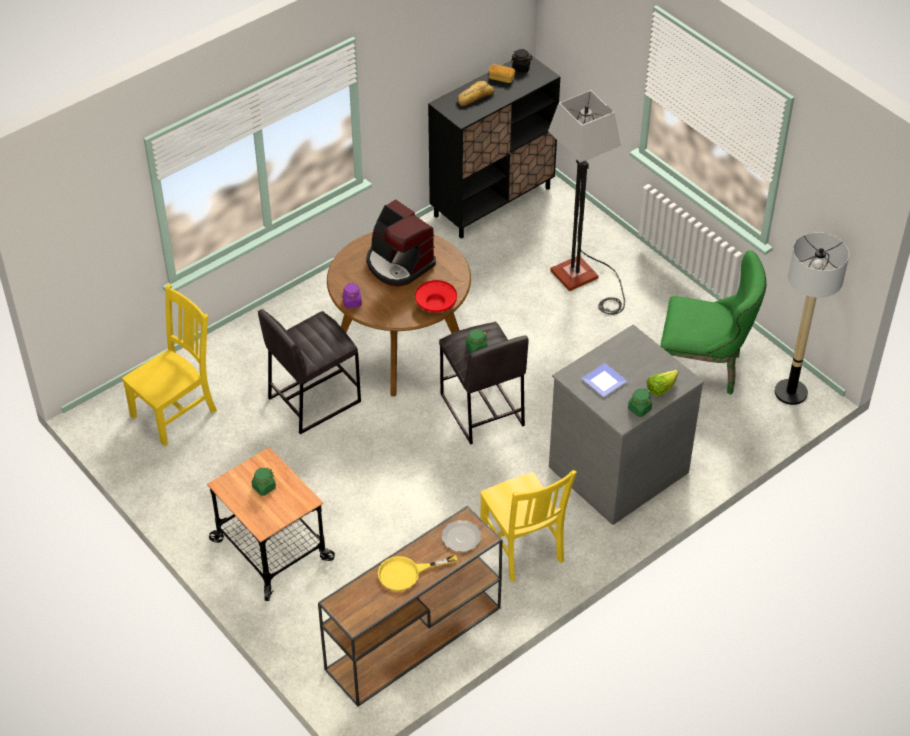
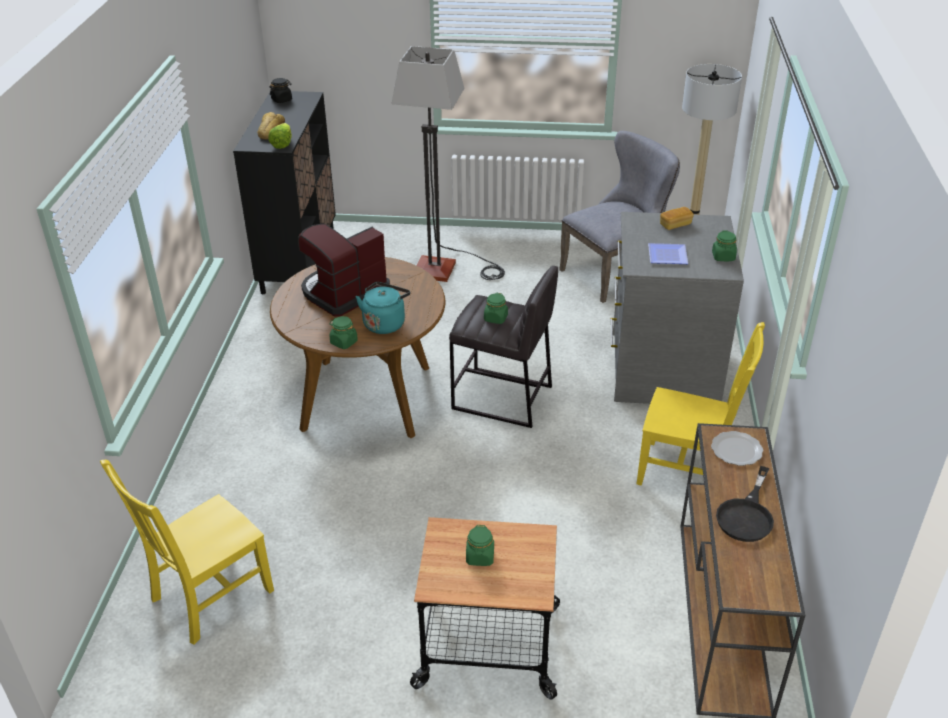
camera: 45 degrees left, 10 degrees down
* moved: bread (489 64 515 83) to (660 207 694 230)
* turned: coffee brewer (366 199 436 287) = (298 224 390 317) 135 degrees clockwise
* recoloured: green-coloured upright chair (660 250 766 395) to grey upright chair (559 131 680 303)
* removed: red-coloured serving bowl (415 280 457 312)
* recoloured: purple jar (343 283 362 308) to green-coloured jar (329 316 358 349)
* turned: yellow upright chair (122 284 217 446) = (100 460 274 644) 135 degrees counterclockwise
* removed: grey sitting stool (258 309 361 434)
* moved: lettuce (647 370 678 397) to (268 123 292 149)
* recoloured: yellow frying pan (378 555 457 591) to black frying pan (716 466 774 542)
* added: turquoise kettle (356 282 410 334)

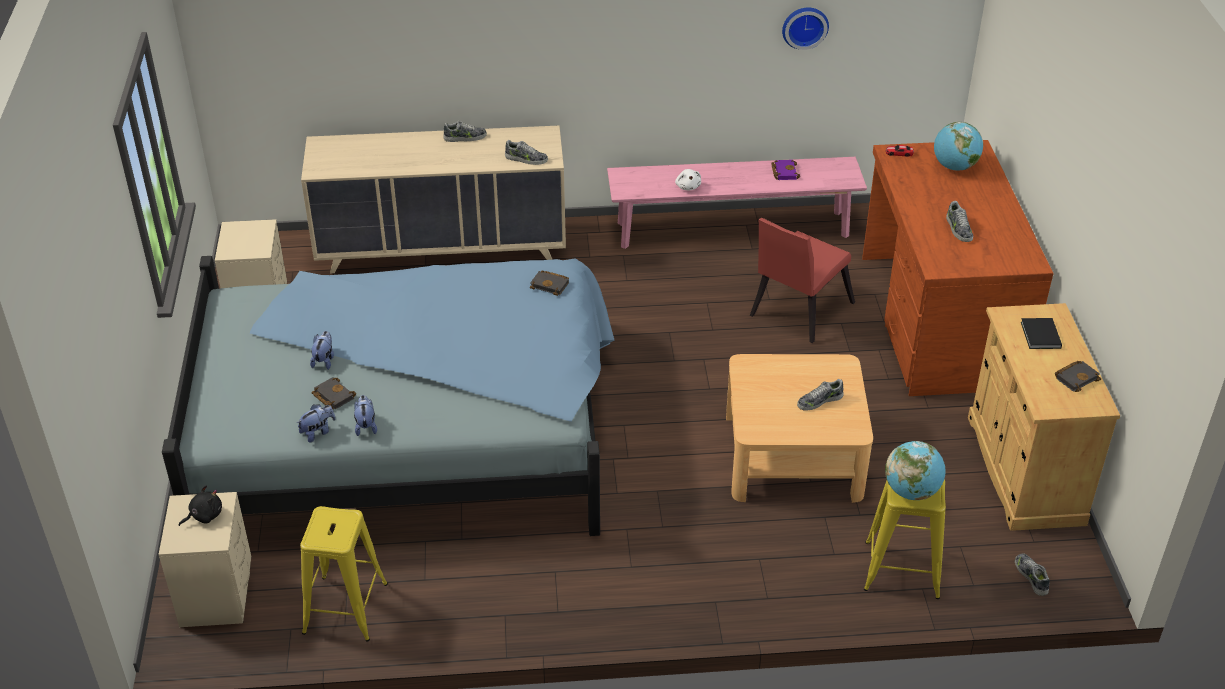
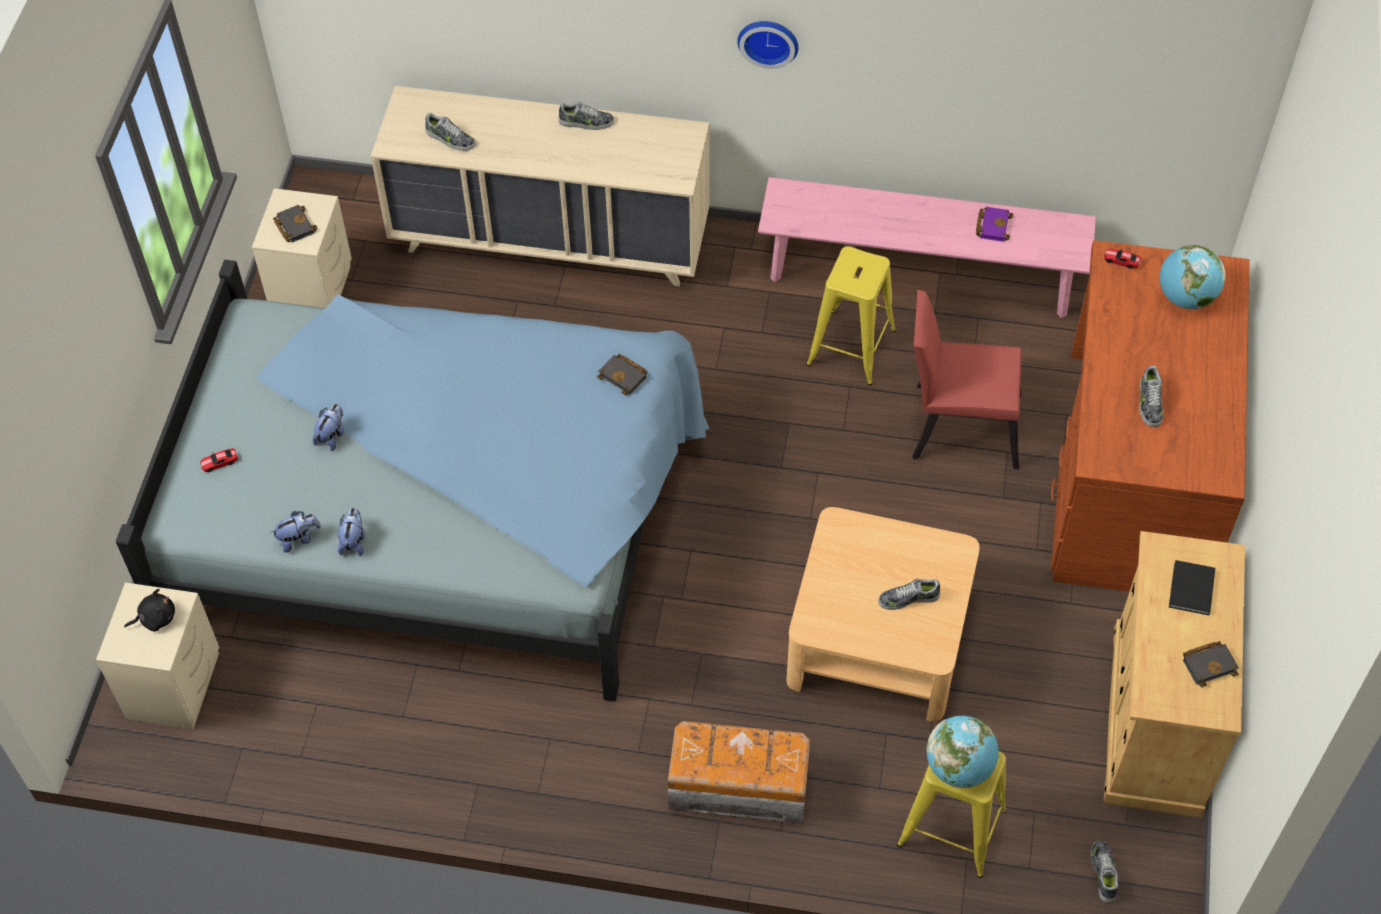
camera: 15 degrees right, 15 degrees up
* moved: wall clock (782 8 829 50) to (737 21 798 69)
* moved: low shoe (505 140 548 165) to (425 112 475 151)
* removed: white soft toy (675 169 701 190)
* turned: red-coloured upright chair (750 218 855 343) = (912 290 1022 469) 45 degrees clockwise
* moved: black bound book (312 377 356 409) to (273 205 318 243)
* moved: yellow sitting stool (300 506 388 642) to (806 246 896 386)
* added: miniature car (200 448 238 472)
* added: storage container (668 721 810 824)

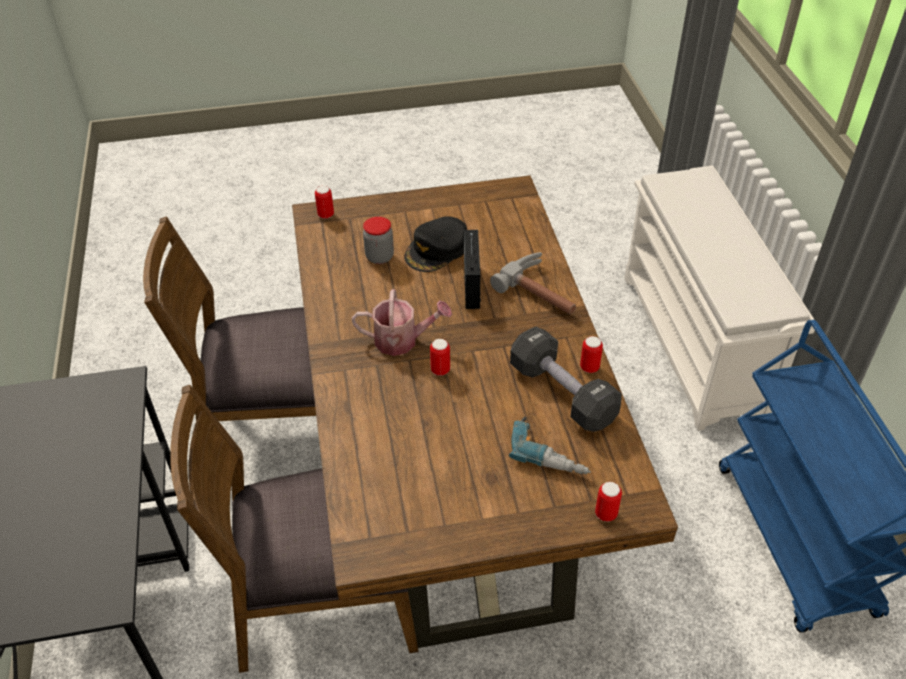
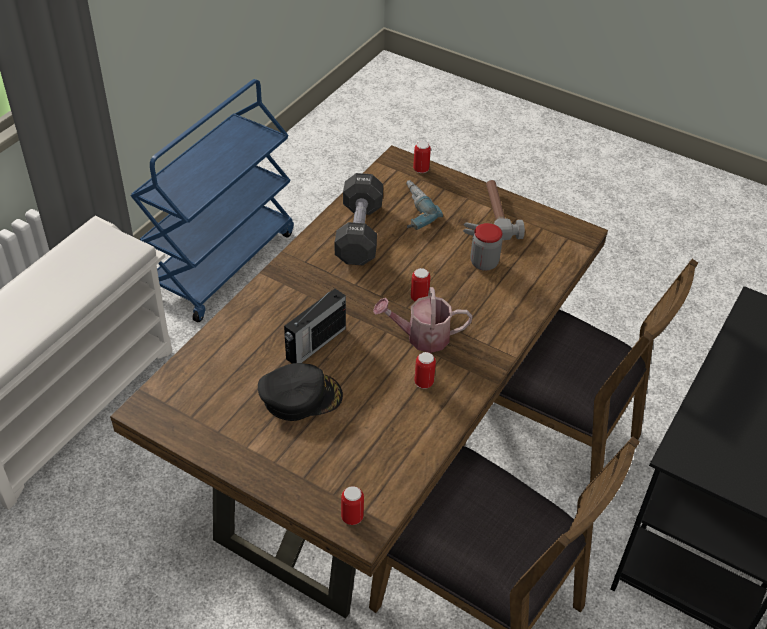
camera: 140 degrees left, 0 degrees up
* moved: jar (363 217 394 264) to (470 223 502 271)
* moved: hand hammer (490 252 576 315) to (463 180 525 240)
* turned: watering can (352 289 452 356) = (373 287 472 353) 45 degrees counterclockwise
* moved: sealed can (580 336 603 373) to (414 352 436 389)

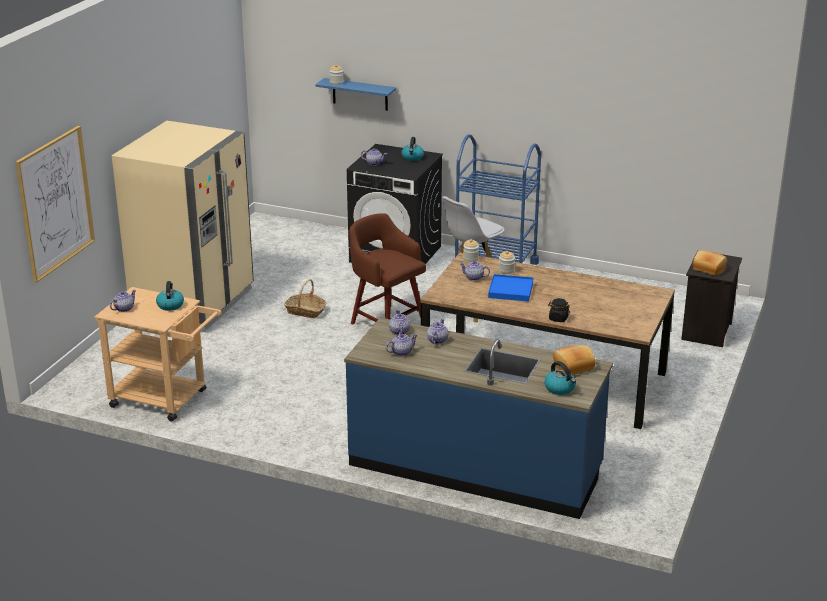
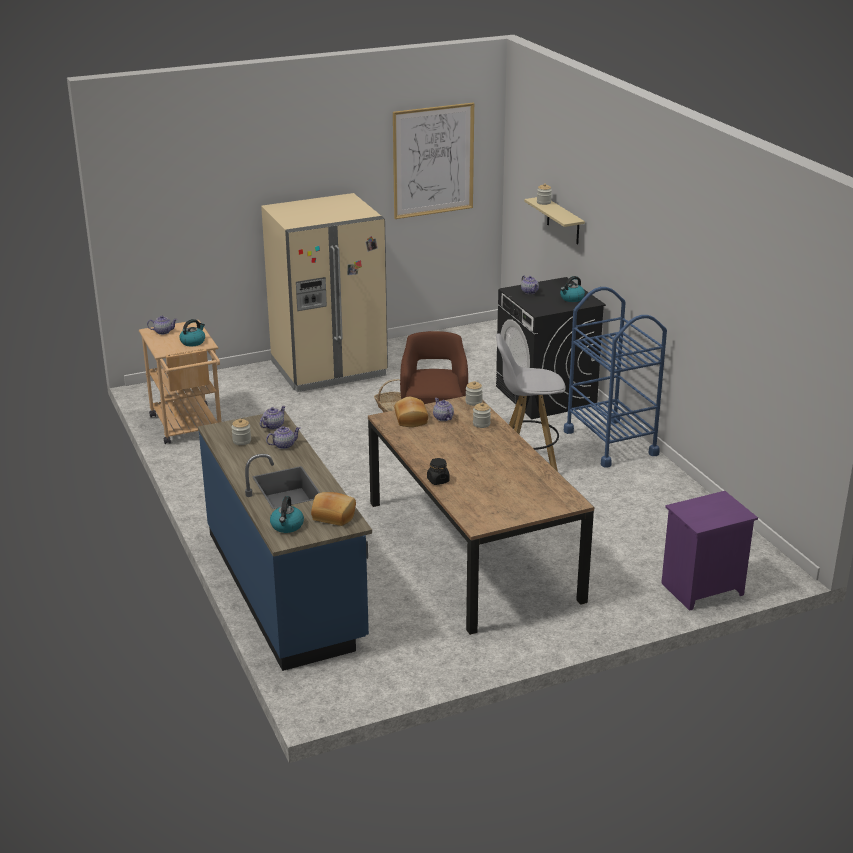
camera: 45 degrees right, 0 degrees up
* recoloured: blue-coloured bracket shelf (315 78 396 111) to sand-coloured bracket shelf (524 197 585 244)
* moved: wall art (16 126 95 283) to (393 103 474 219)
* moved: bread (693 250 727 276) to (394 397 428 427)
* recoloured: black nightstand (681 251 742 347) to purple nightstand (661 491 758 611)
* removed: blue-coloured serving tray (488 274 533 302)
* replaced: teapot (386 334 418 356) to jar (231 419 251 445)

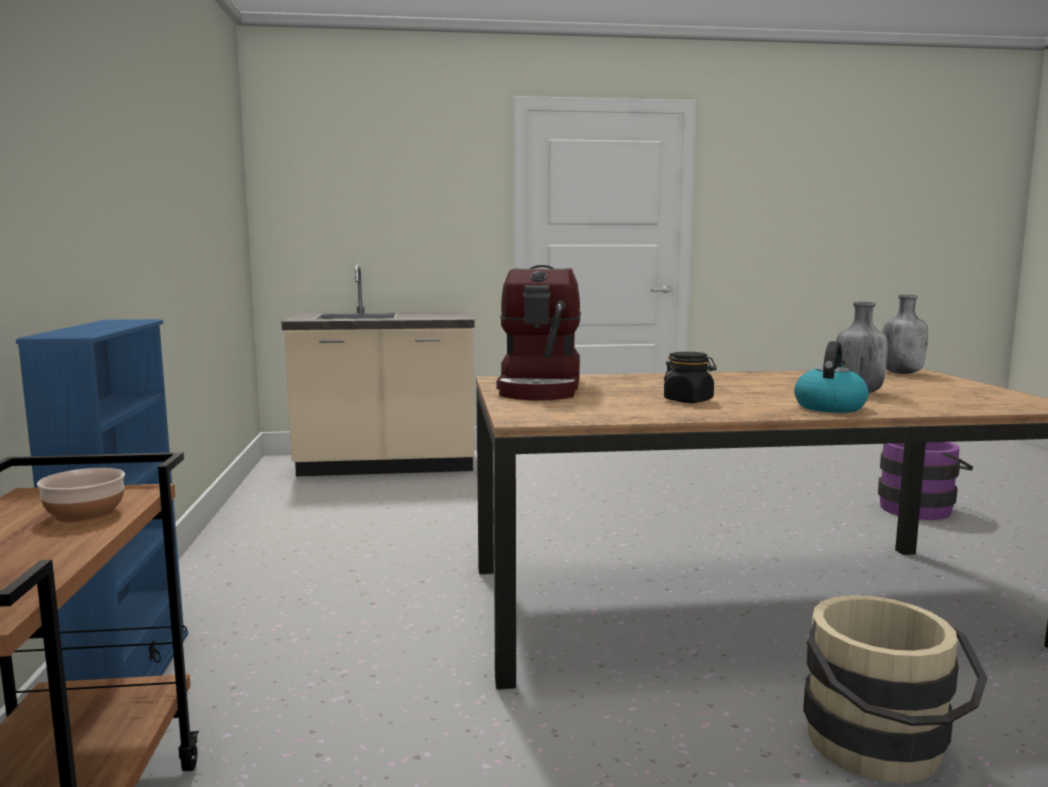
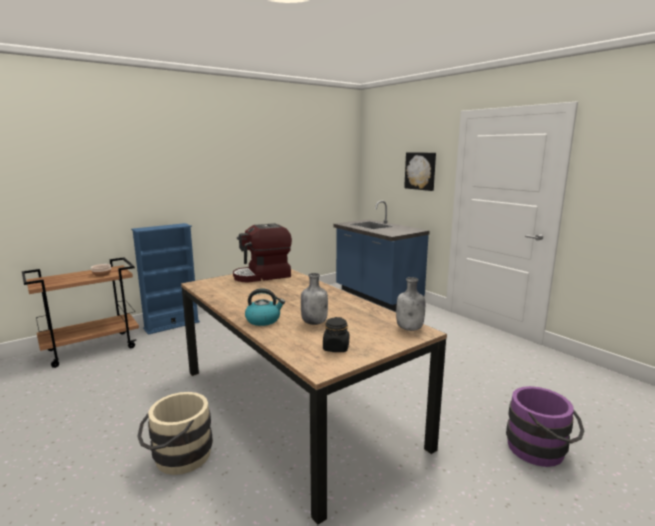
camera: 60 degrees right, 5 degrees up
* recoloured: sand-coloured kitchen counter (282 265 474 476) to blue-coloured kitchen counter (334 201 429 312)
* moved: black jar (664 352 717 403) to (323 317 349 352)
* added: wall art (404 152 436 191)

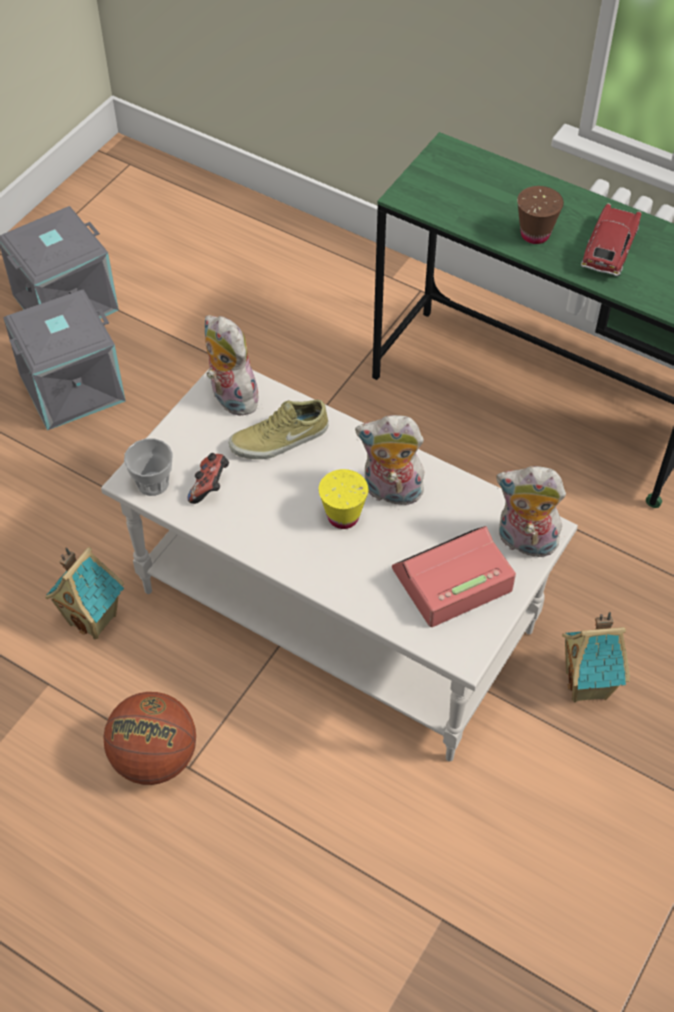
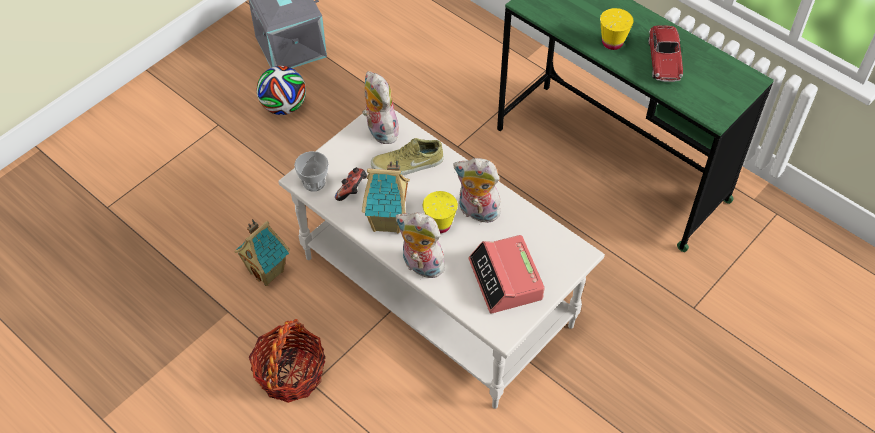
camera: 10 degrees right, 0 degrees up
* recoloured: brownish small cup (517 186 564 244) to yellow small cup (600 8 634 50)
* turned: miniature car (581 203 641 276) = (648 25 683 82) 150 degrees clockwise
* replaced: grey storage container (3 289 126 430) to football ball (257 66 306 115)
* moved: soft toy (496 466 566 557) to (396 213 447 278)
* turned: alarm clock (392 526 516 627) = (468 235 545 313) 90 degrees counterclockwise
* moved: model house (562 612 630 703) to (362 160 410 234)
* replaced: basketball (103 692 196 785) to basket (249 319 325 403)

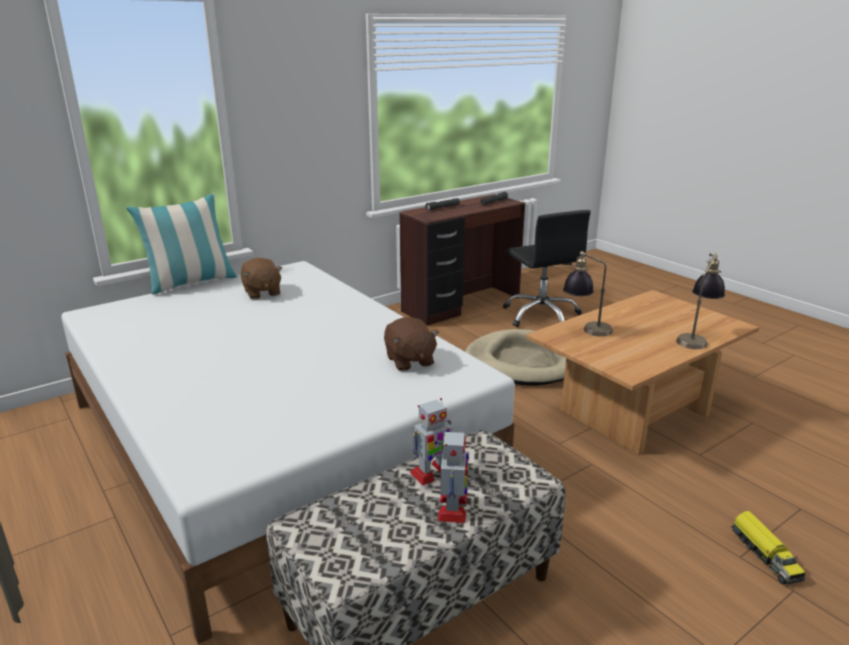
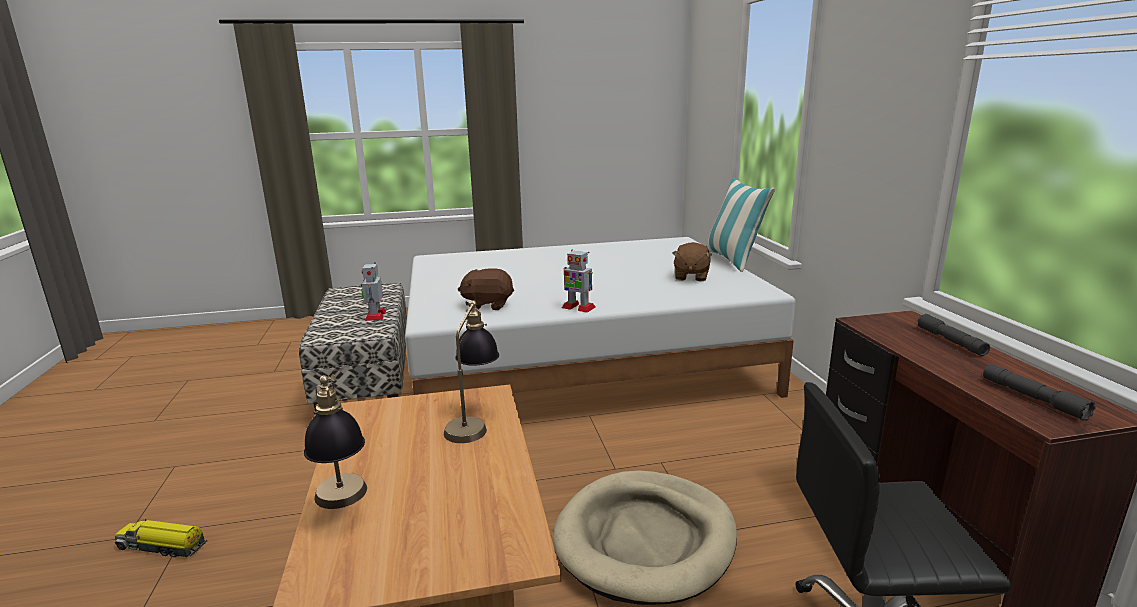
camera: 115 degrees right, 5 degrees down
* turned: brownish soft toy (241 258 282 299) = (672 242 712 281) 75 degrees counterclockwise
* moved: model robot (438 428 469 523) to (562 250 596 313)

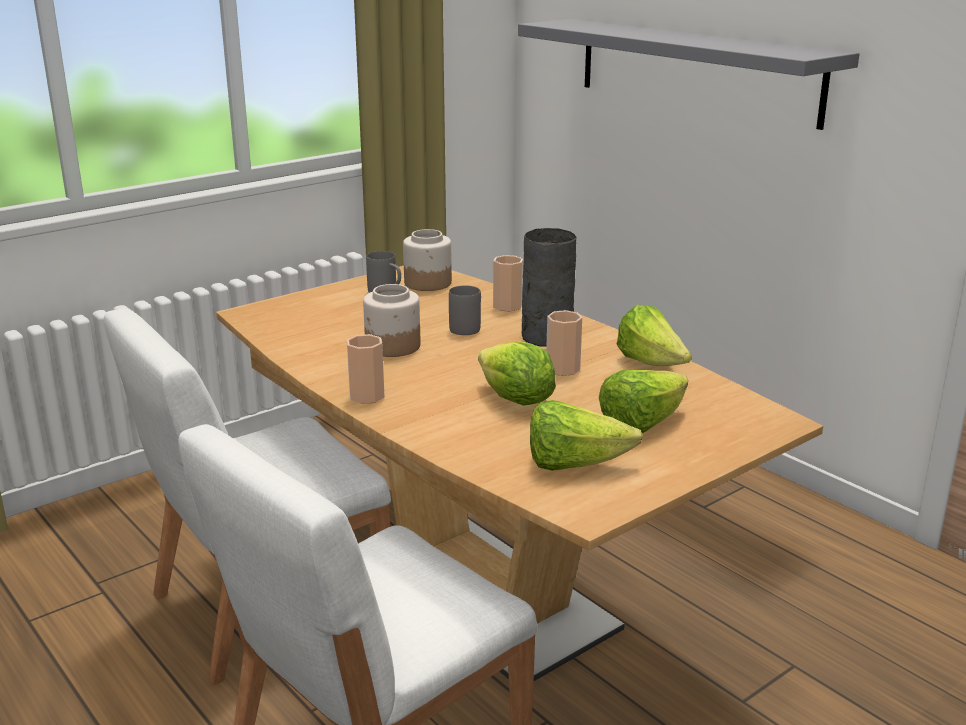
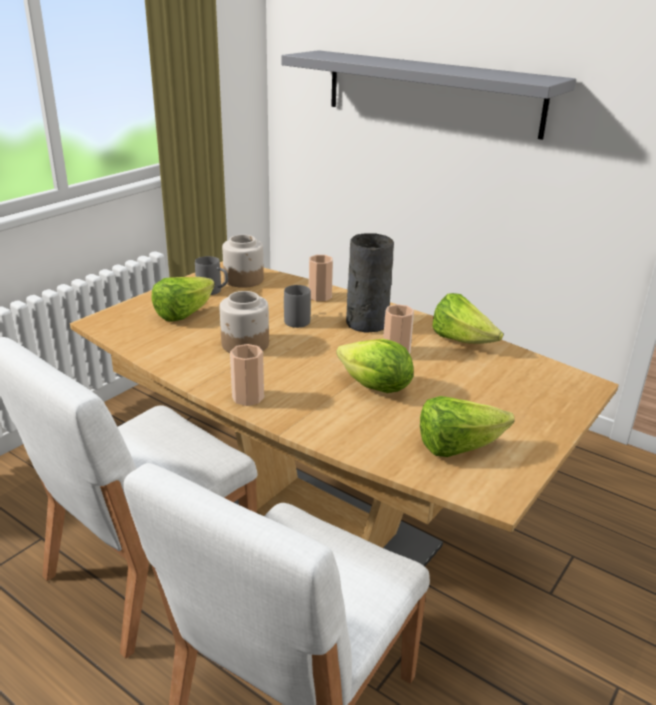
camera: 15 degrees left, 5 degrees up
* moved: lettuce (599 370 688 433) to (152 277 215 322)

